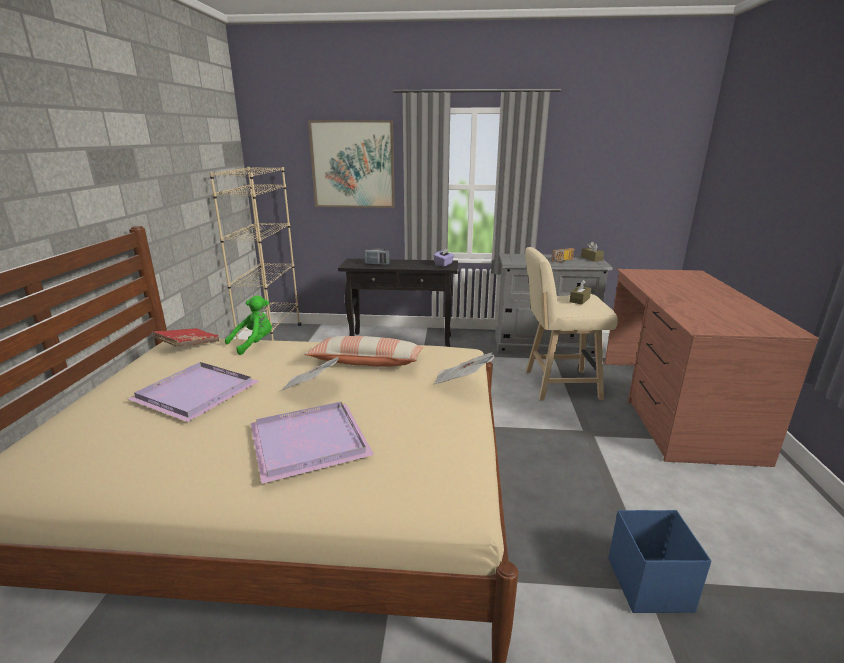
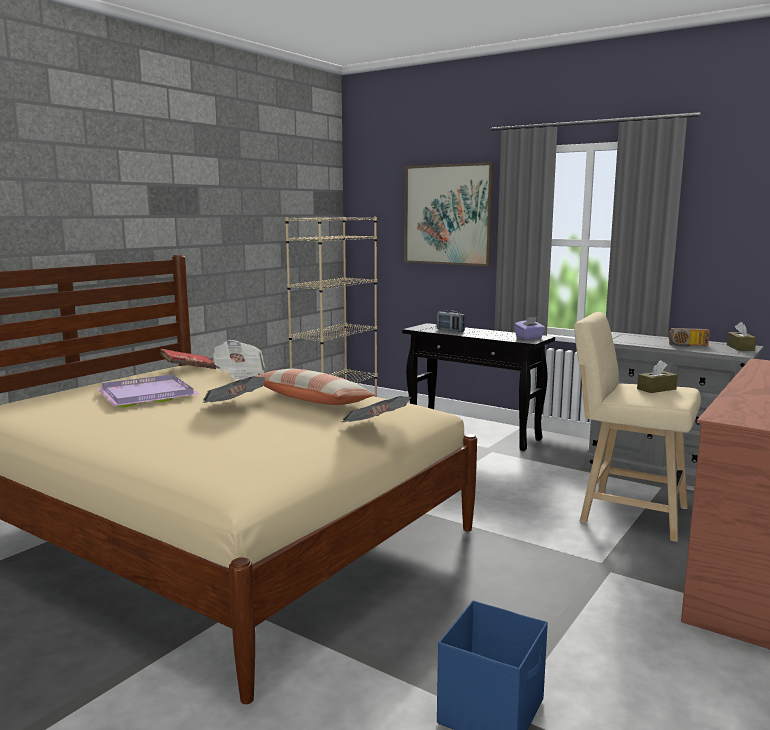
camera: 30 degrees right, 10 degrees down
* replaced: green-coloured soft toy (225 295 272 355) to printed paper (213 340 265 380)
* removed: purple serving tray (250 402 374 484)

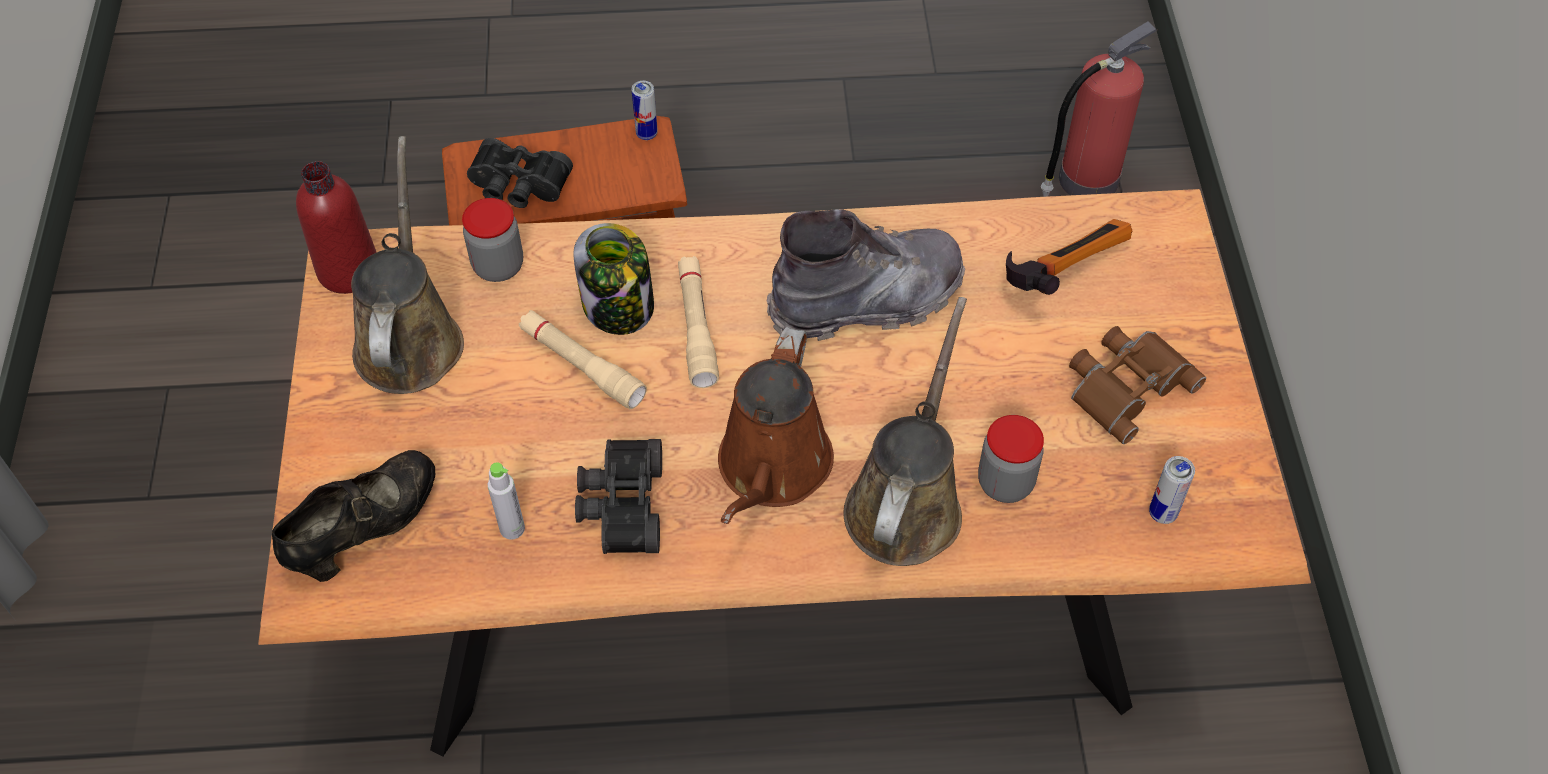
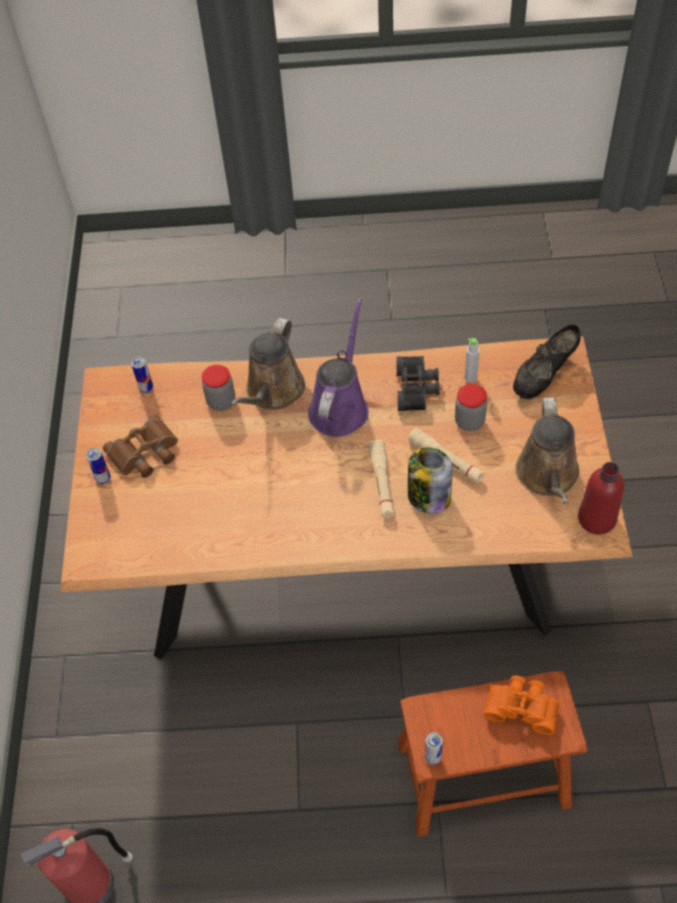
camera: 175 degrees left, 0 degrees up
* recoloured: black binoculars (467 138 573 208) to orangey binoculars (484 676 560 735)
* moved: jar (462 198 523 282) to (455 384 487 431)
* removed: grey boot (767 209 965 341)
* removed: hand hammer (1006 219 1132 295)
* recoloured: brownish watering can (718 327 834 524) to purple watering can (308 298 369 437)
* added: sealed can (86 447 111 484)

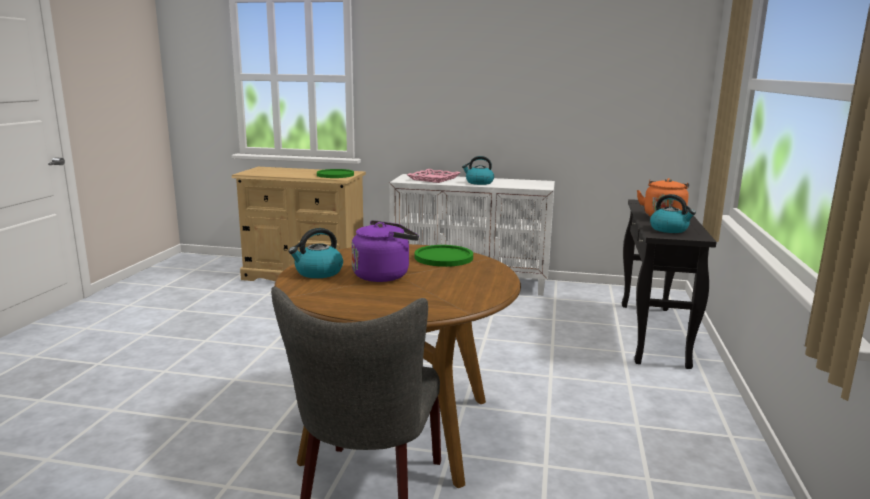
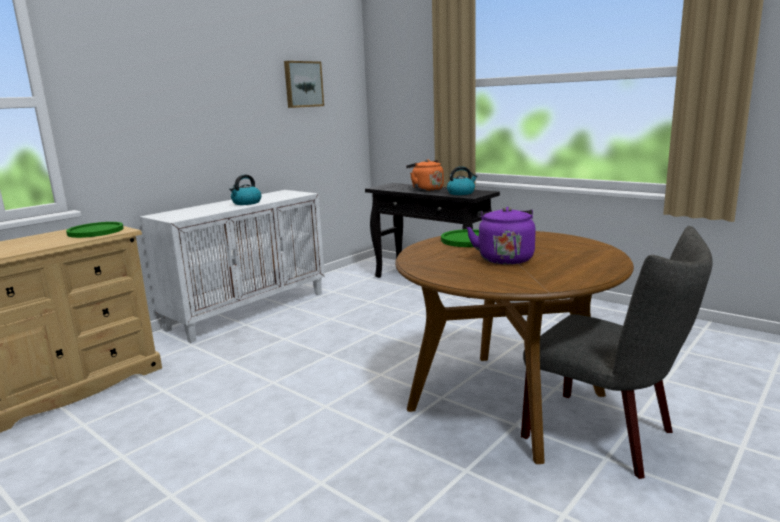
camera: 60 degrees left, 0 degrees up
* removed: pink-coloured serving tray (407 169 460 183)
* removed: kettle (289 228 343 278)
* added: wall art (284 61 324 108)

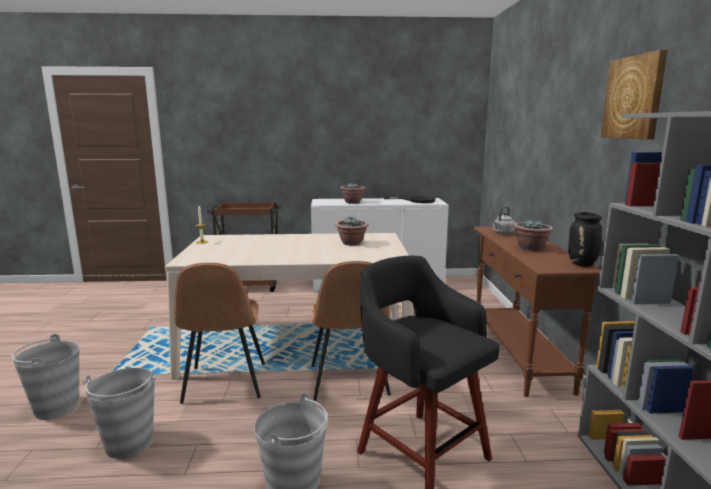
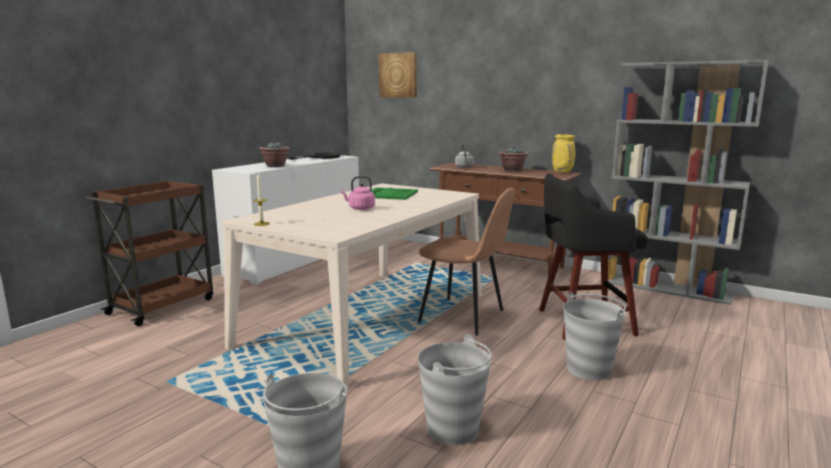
camera: 55 degrees left, 0 degrees up
* moved: wall art (601 50 667 140) to (378 52 417 98)
* recoloured: black vase (568 212 602 267) to yellow vase (552 134 575 172)
* replaced: potted plant (335 217 369 246) to green-coloured serving tray (371 187 418 200)
* removed: brownish upright chair (174 263 265 404)
* added: pink-coloured kettle (341 176 375 210)

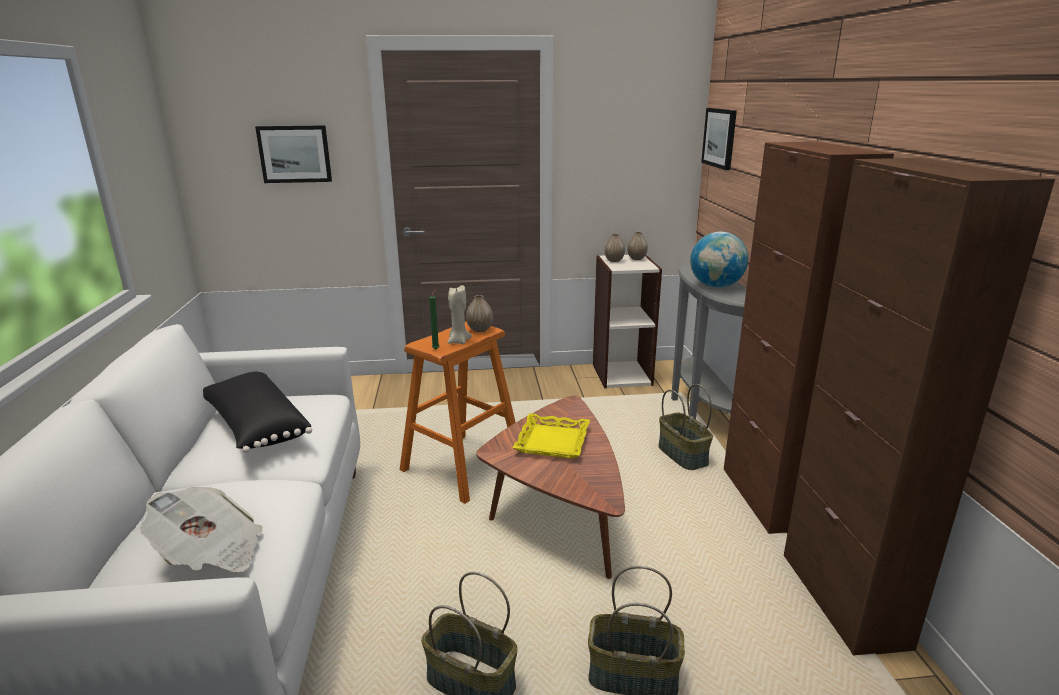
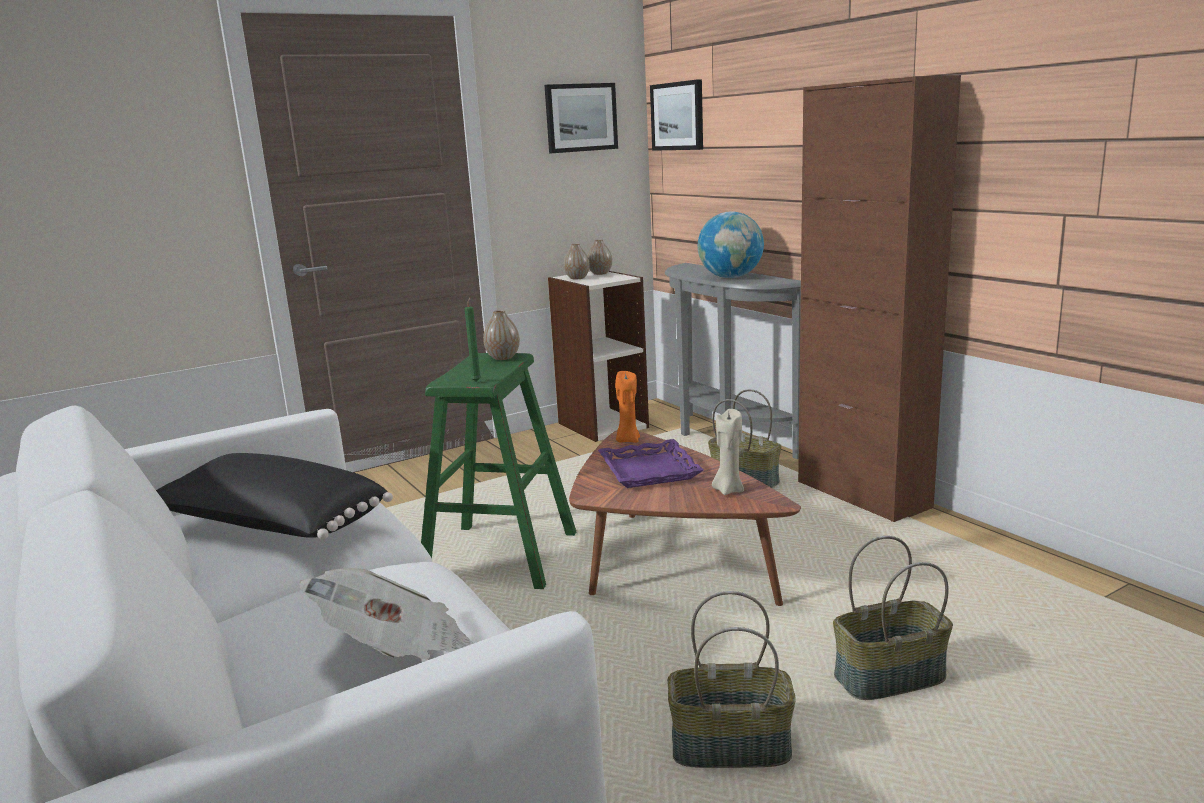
camera: 25 degrees left, 5 degrees down
* moved: wall art (255 125 332 183) to (544 83 618 153)
* removed: brownish cupboard (784 158 1055 656)
* moved: sand-coloured wax candle (447 285 472 344) to (712 409 744 495)
* recoloured: orangey sitting stool (400 321 516 504) to green-coloured sitting stool (421 353 576 589)
* recoloured: yellow serving tray (513 413 590 459) to purple serving tray (598 439 703 488)
* added: orangey wax candle (615 371 640 442)

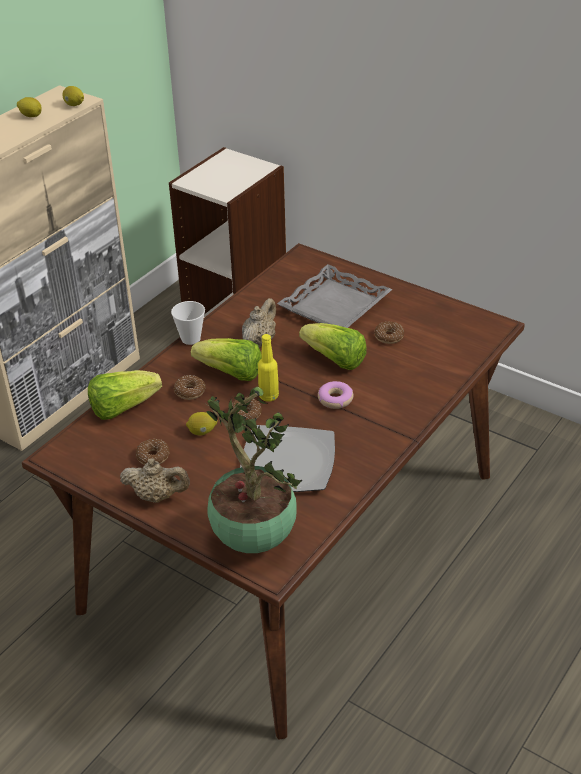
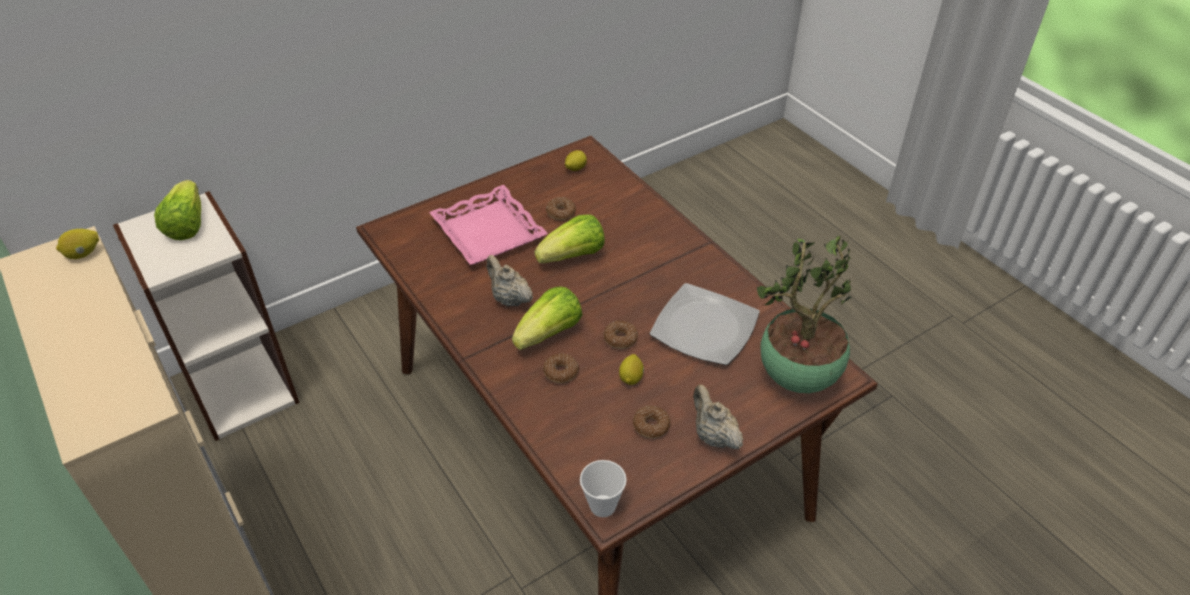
camera: 70 degrees left, 5 degrees up
* moved: citrus fruit (17 97 42 117) to (565 150 587 171)
* recoloured: grey serving tray (277 264 393 328) to pink-coloured serving tray (429 185 548 265)
* moved: small cup (171 301 205 345) to (580 460 627 517)
* removed: yellow beverage bottle (258 334 279 402)
* moved: lettuce (88 370 162 420) to (154 180 201 240)
* removed: ring doughnut (318 381 353 409)
* turned: sand-coloured teapot (120 458 190 503) = (693 384 743 449) 60 degrees counterclockwise

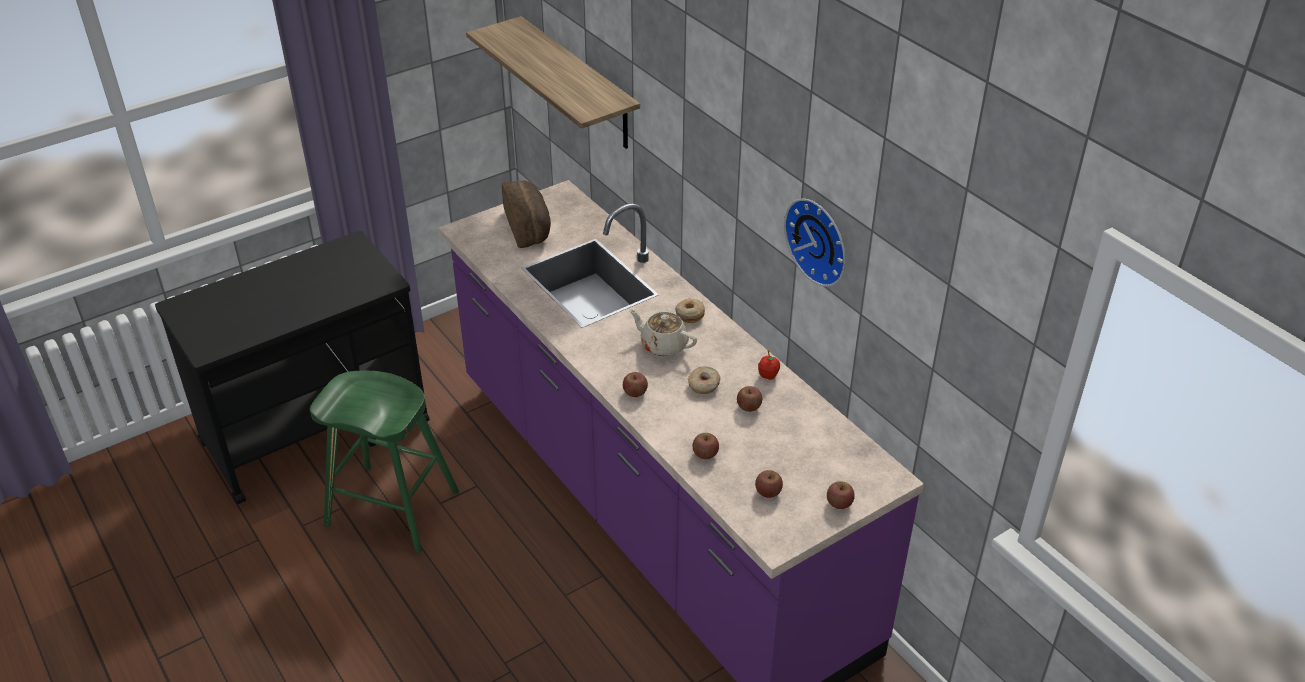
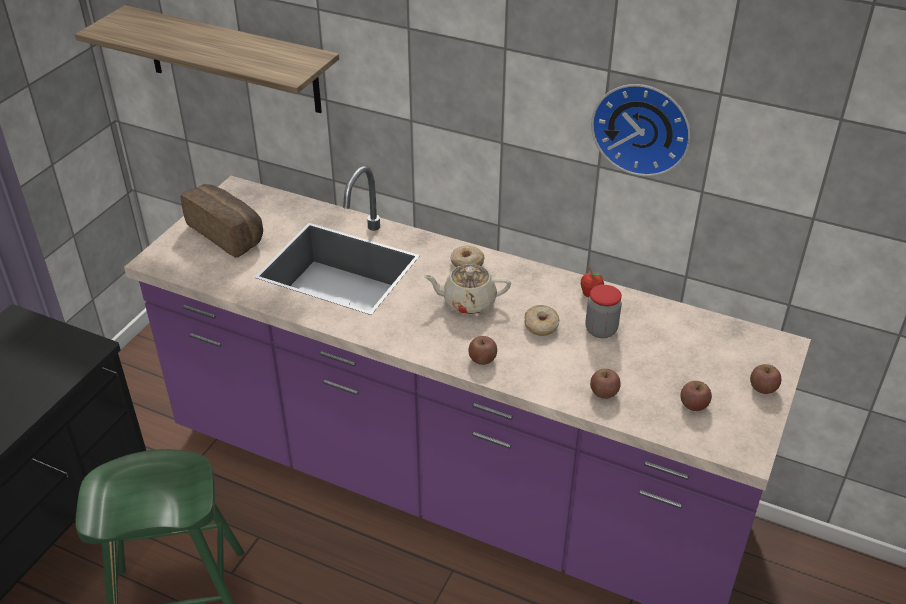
camera: 30 degrees left, 0 degrees up
* replaced: apple fruit (737 386 762 412) to jar (585 285 622 338)

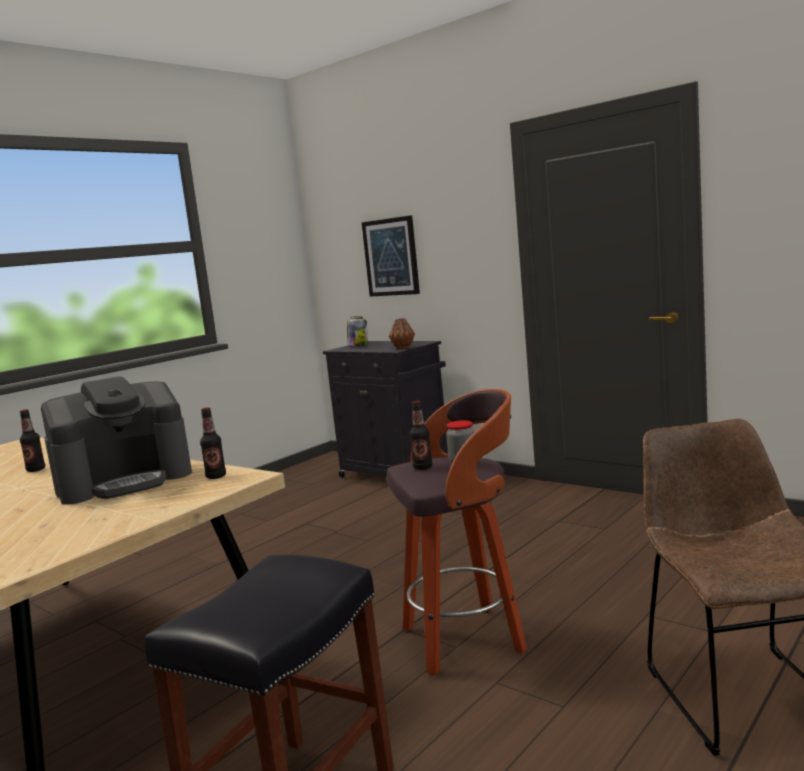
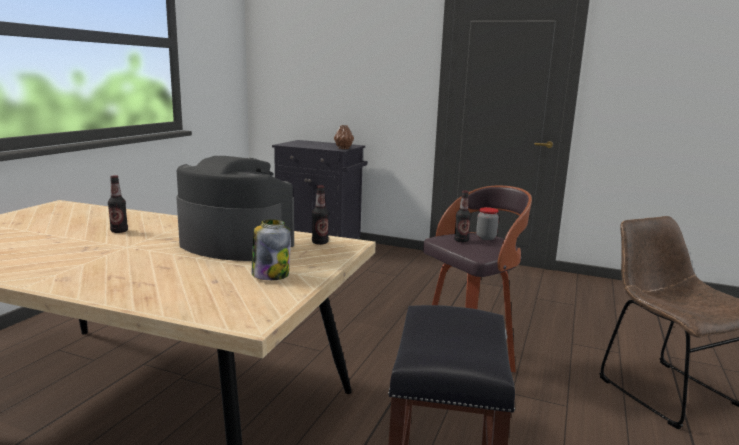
camera: 20 degrees left, 5 degrees up
* removed: wall art (362 215 420 297)
* moved: jar (347 316 368 346) to (251 219 291 280)
* turned: coffee brewer (41 377 192 505) = (176 156 294 261) 105 degrees counterclockwise

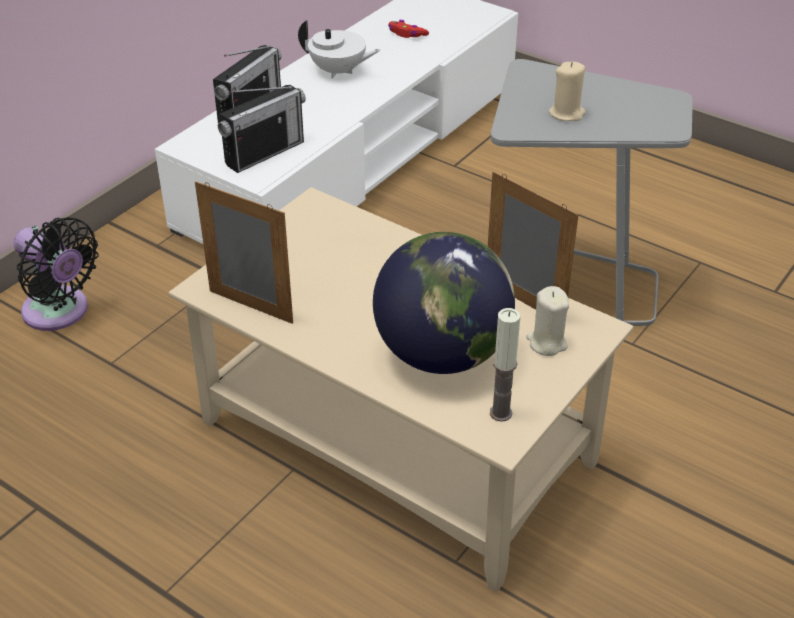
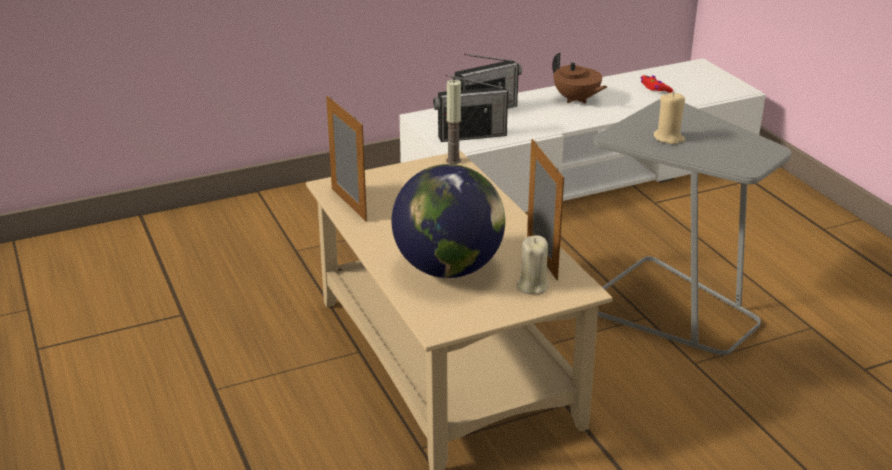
camera: 30 degrees right, 10 degrees down
* recoloured: white teapot (298 20 380 79) to brownish teapot (552 52 607 104)
* removed: black cooling fan (14 217 99 331)
* moved: wax candle (490 308 521 422) to (446 80 461 164)

